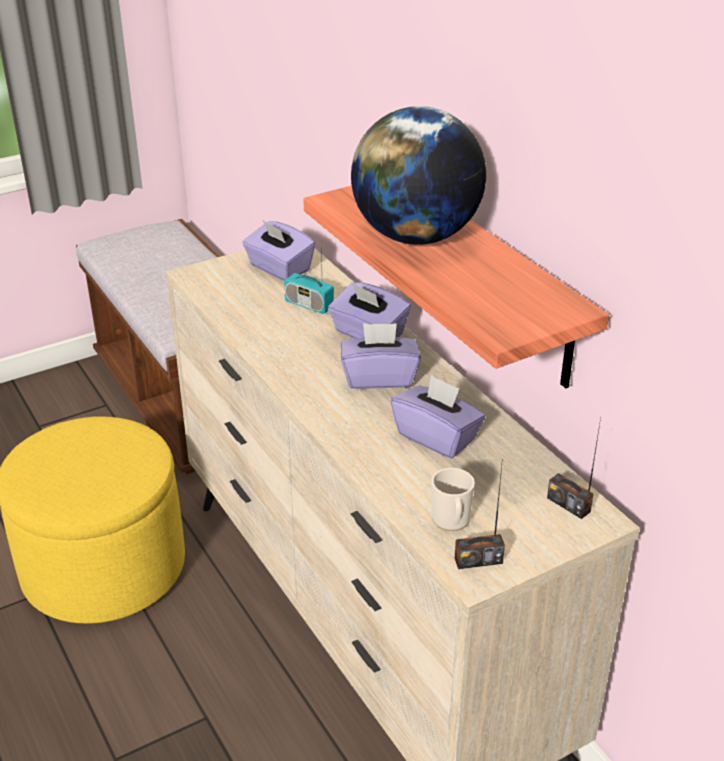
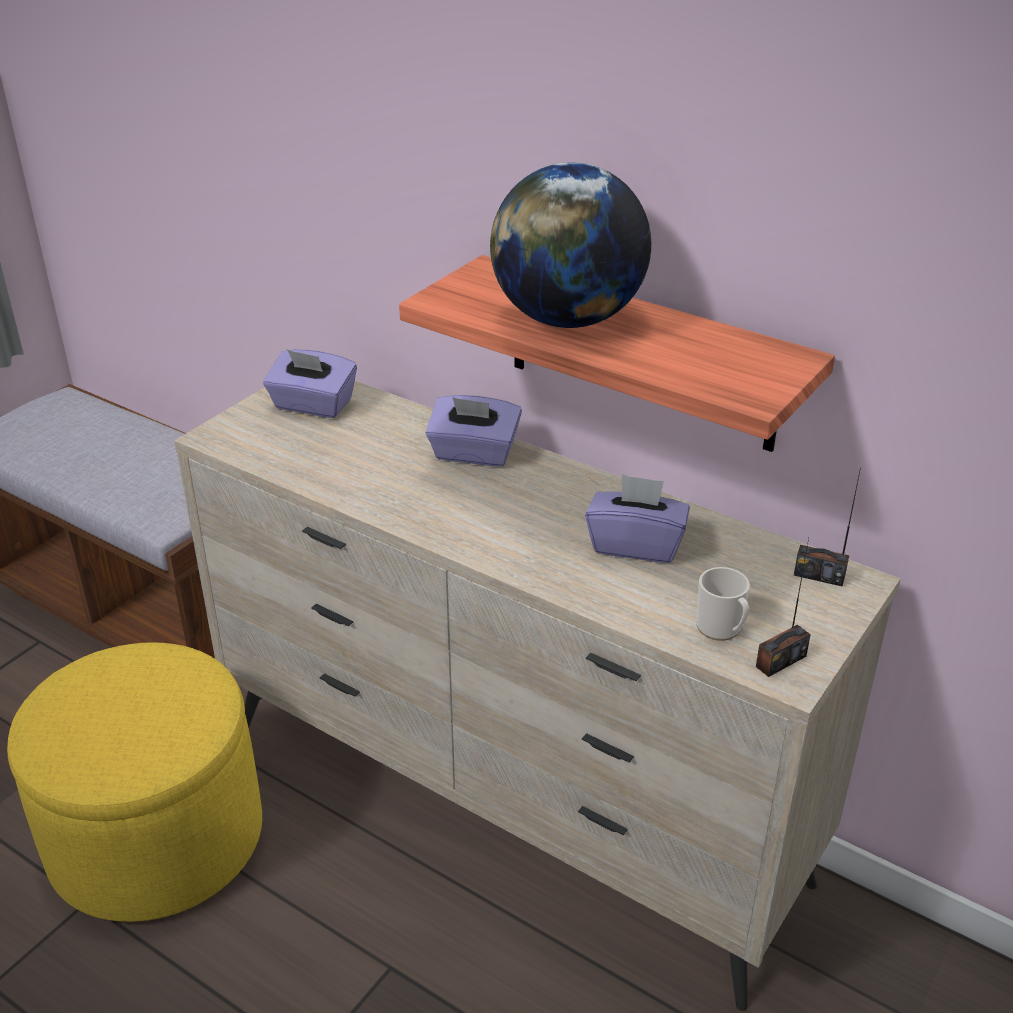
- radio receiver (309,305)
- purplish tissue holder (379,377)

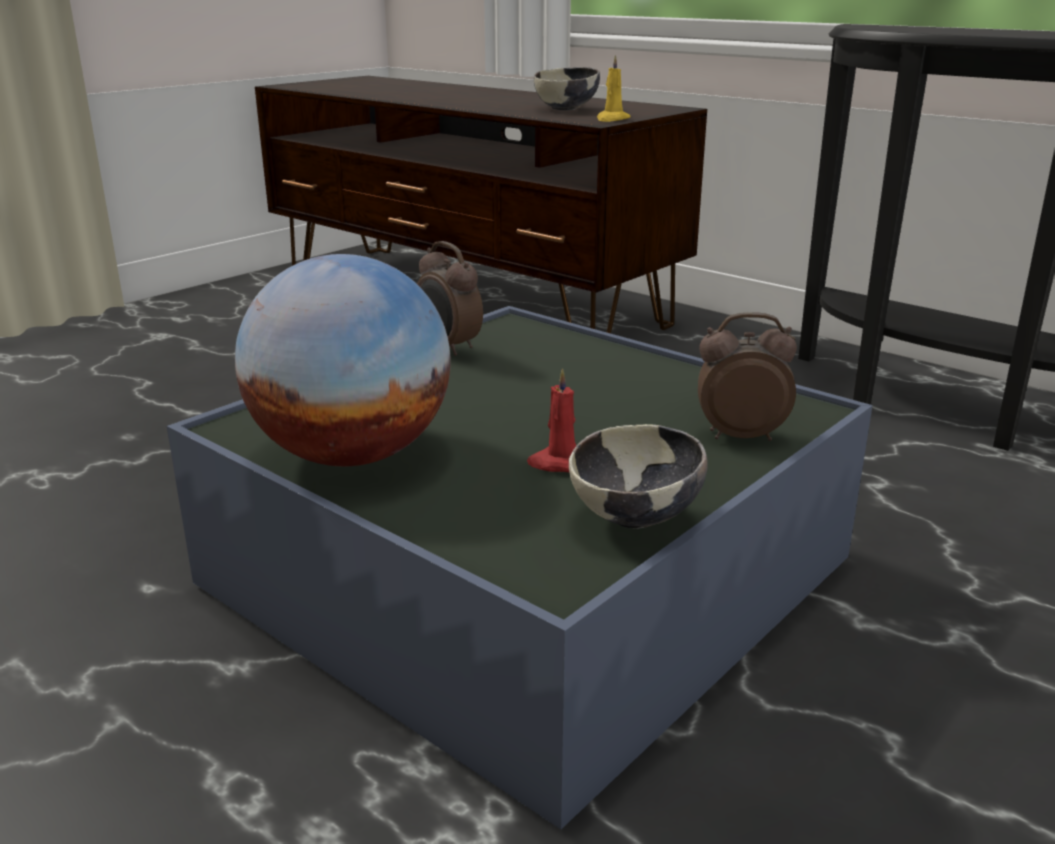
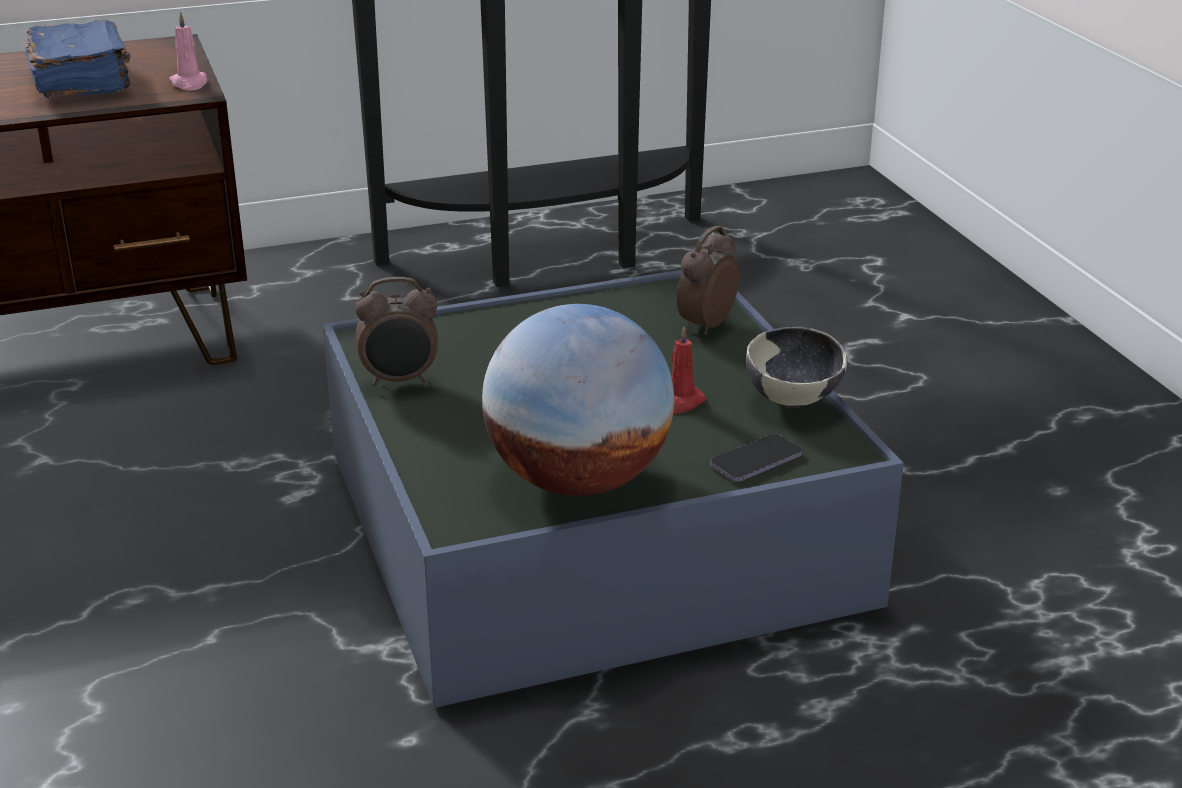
~ bowl (567,109) to blue bound book (83,82)
~ yellowish candle (612,119) to pink-coloured candle (190,84)
+ telephone (756,461)

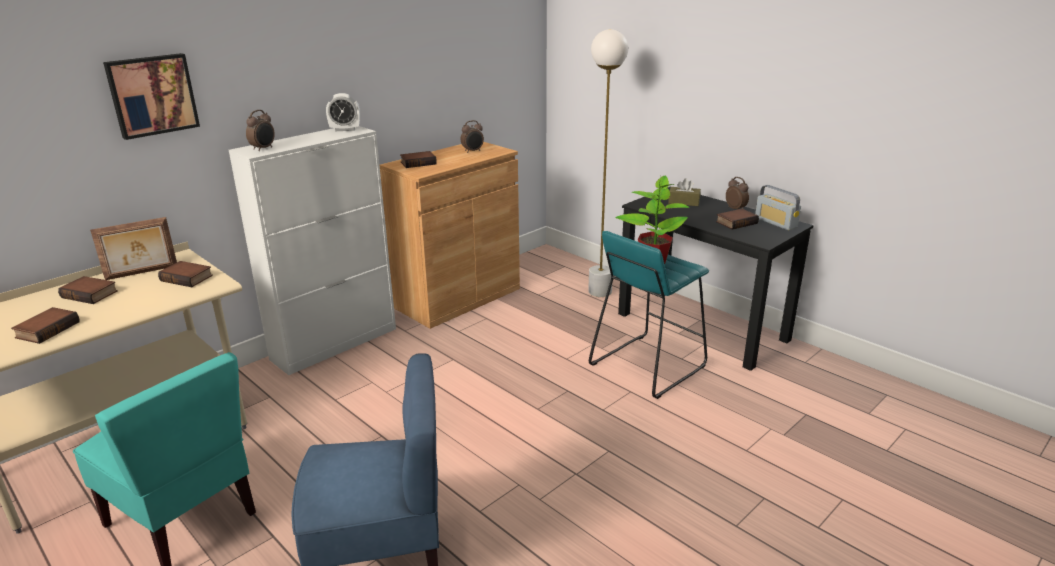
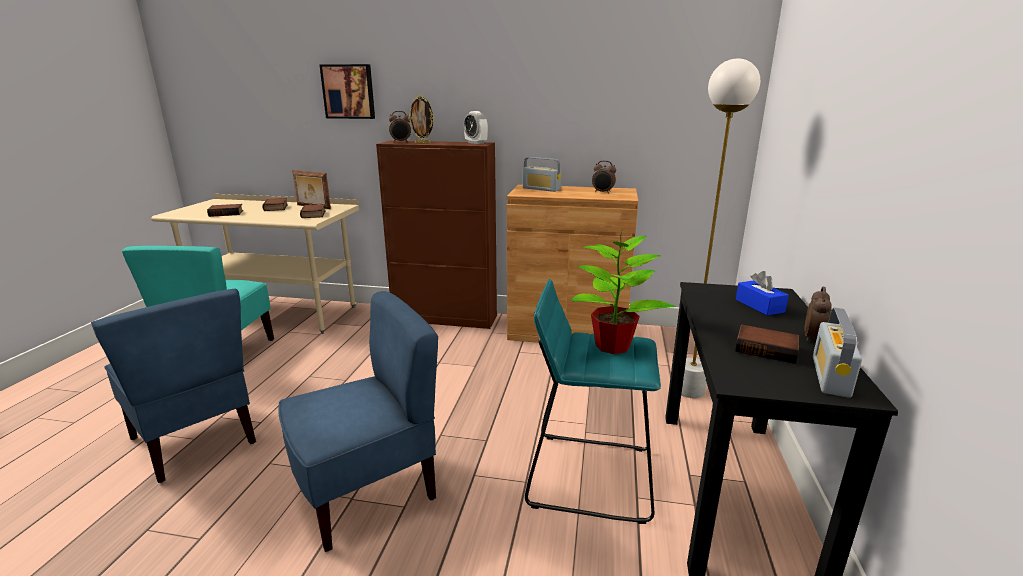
+ blue plain chair (367,490)
~ whitish storage cabinet (335,343) to brown-coloured storage cabinet (445,318)
+ picture frame (423,143)
~ bound book (418,163) to radio receiver (541,189)
~ brown-coloured tissue holder (683,202) to blue tissue holder (759,306)

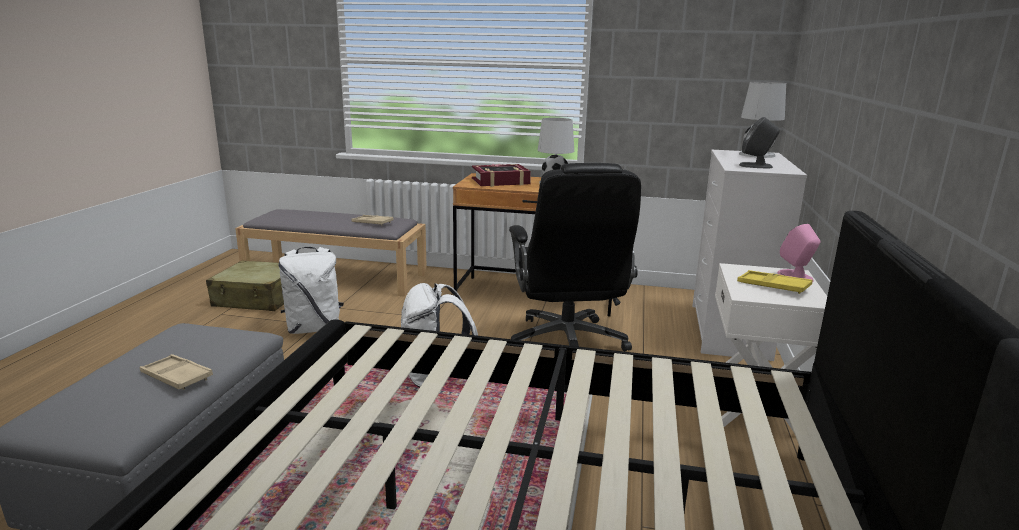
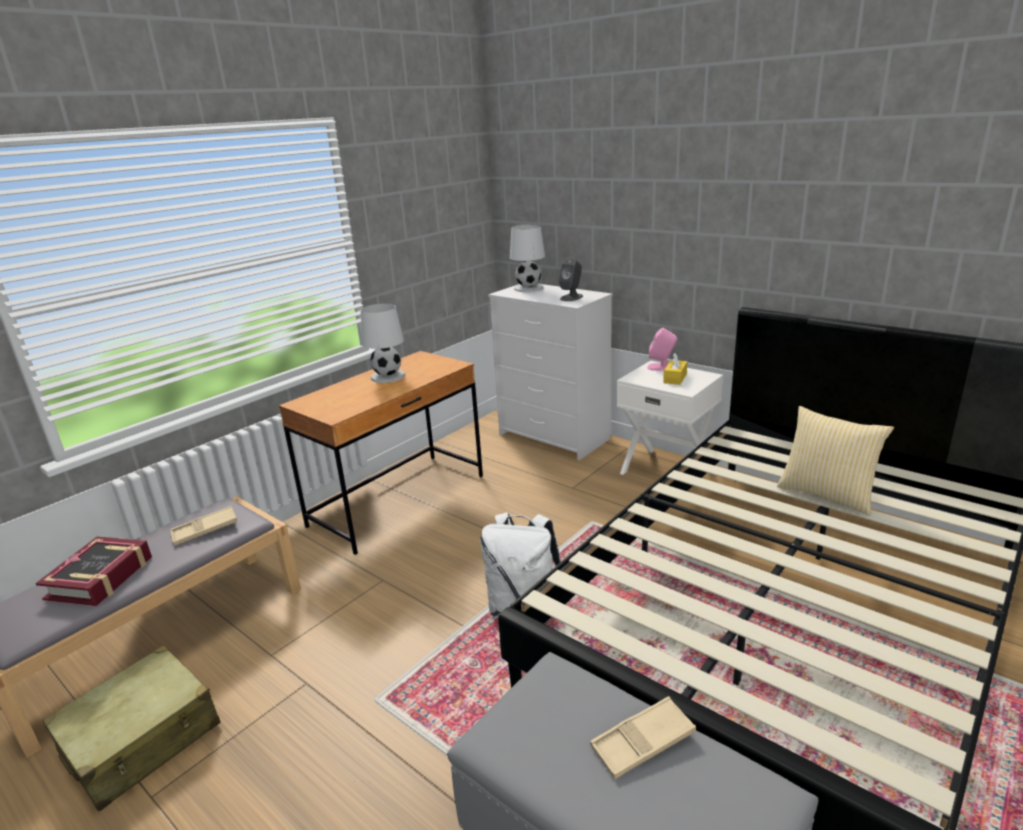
~ bound book (500,181) to (100,578)
~ yellowish serving tray (773,286) to yellowish tissue holder (675,378)
+ cushion (827,494)
- whitish backpack (314,328)
- black computer chair (567,343)

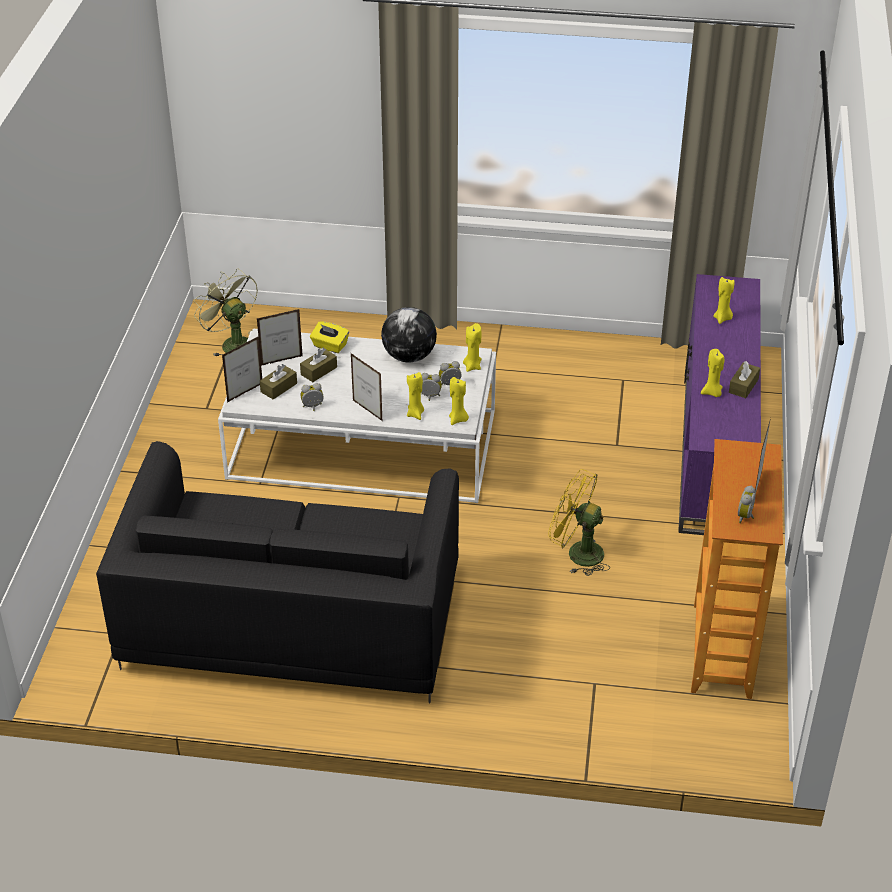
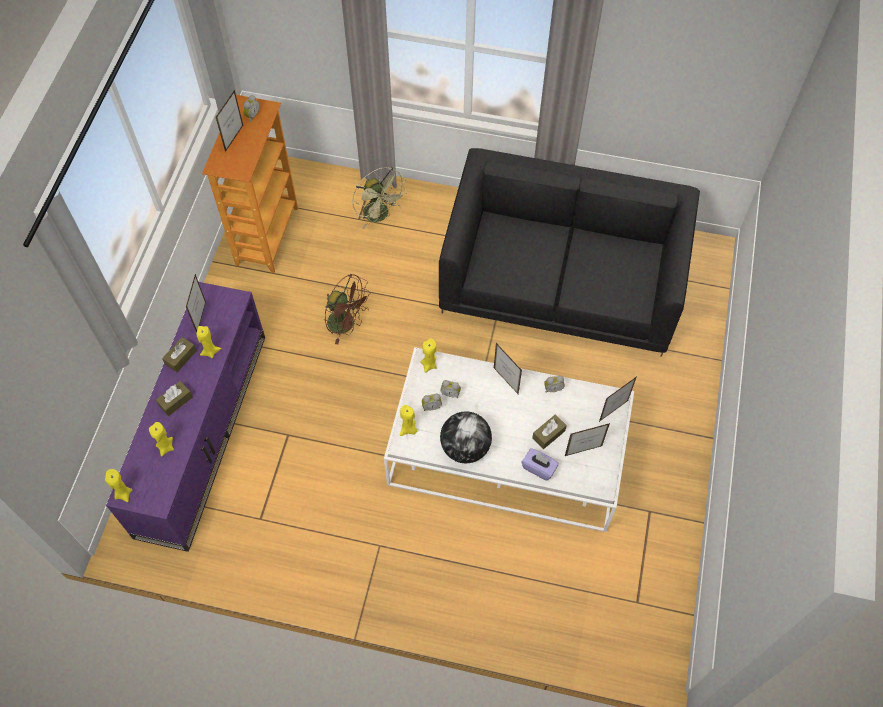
~ yellowish candle (415,414) to (123,493)
~ brown-coloured tissue holder (279,388) to (176,401)
+ picture frame (201,317)
~ yellowish cooling fan (577,553) to brown-coloured cooling fan (347,324)
~ green cooling fan (232,343) to (380,215)
~ yellowish tissue holder (329,346) to purplish tissue holder (539,468)

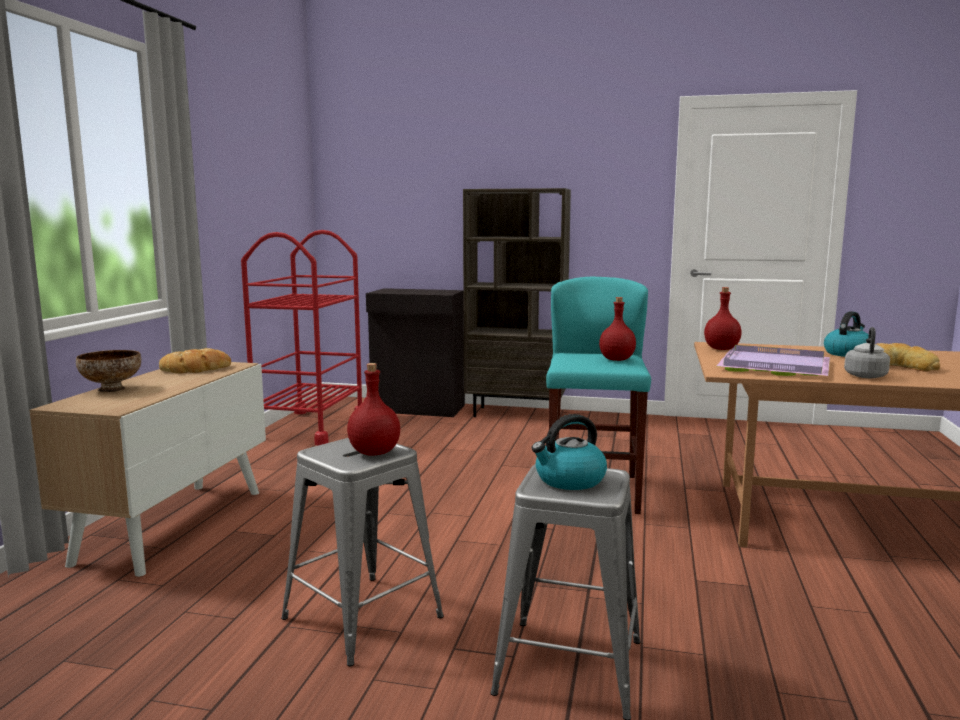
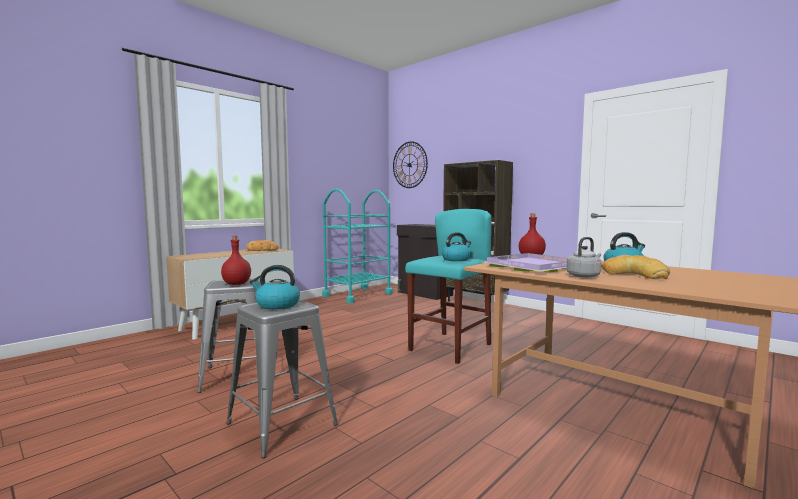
~ red-coloured trolley (310,427) to blue-green trolley (357,295)
+ clock on the wall (409,165)
~ red-coloured drink bottle (616,359) to water kettle (456,259)
- bowl (111,389)

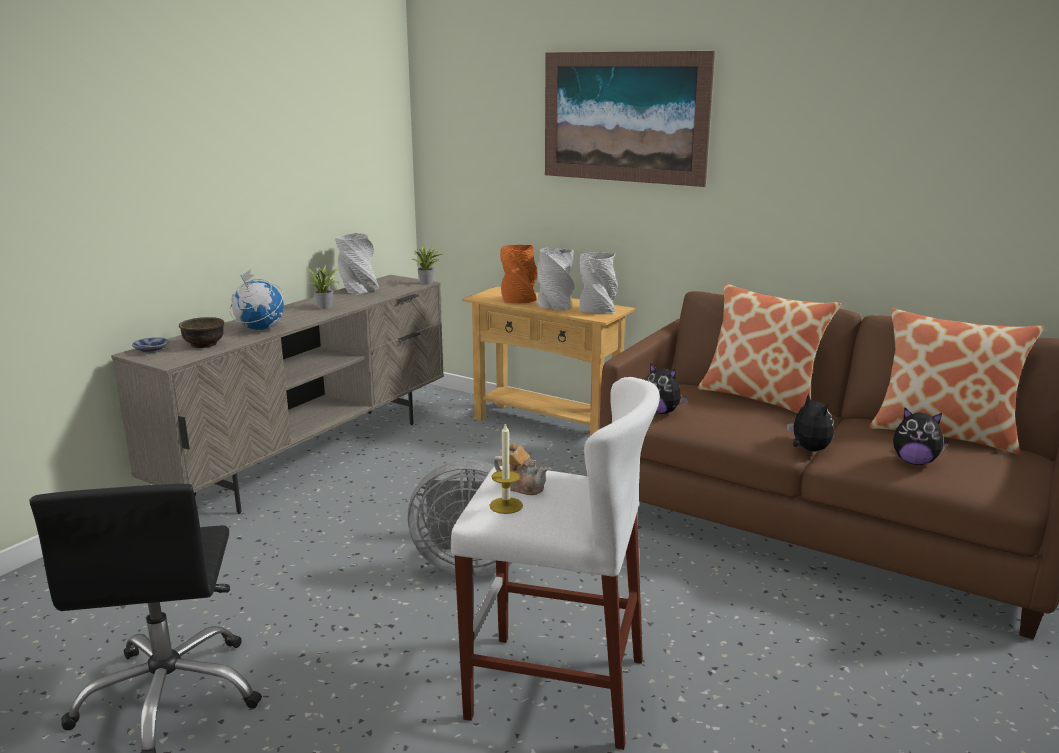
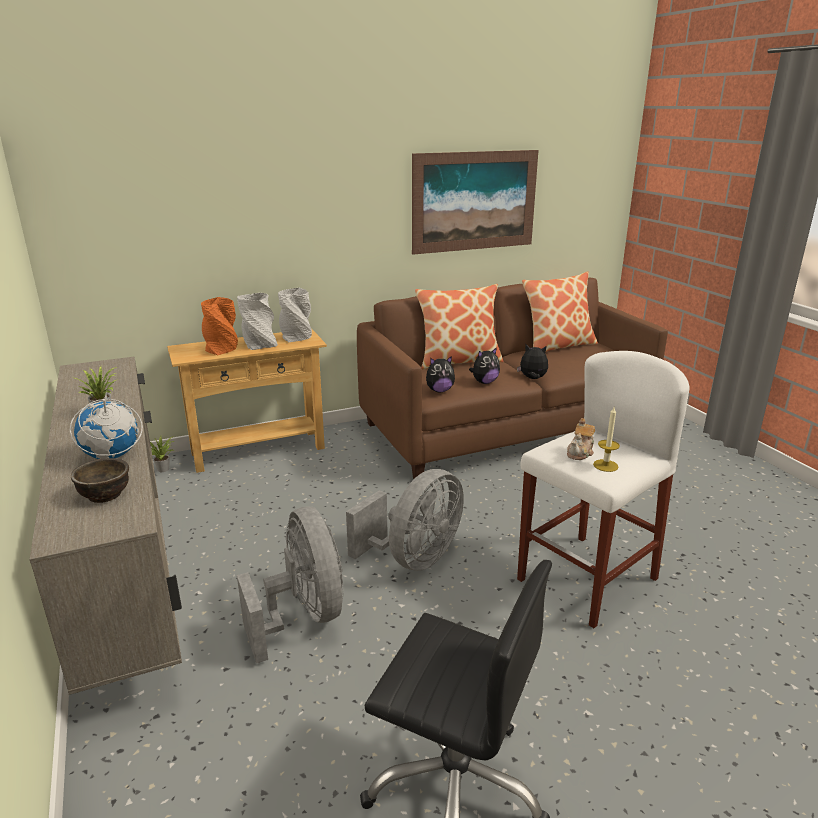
~ potted plant (428,283) to (165,469)
+ greyish cooling fan (304,616)
~ wall art (624,117) to (474,201)
~ cuddly toy (914,462) to (484,382)
~ teapot (521,486) = (580,453) 150 degrees clockwise
- bowl (152,350)
- greyish vase (358,290)

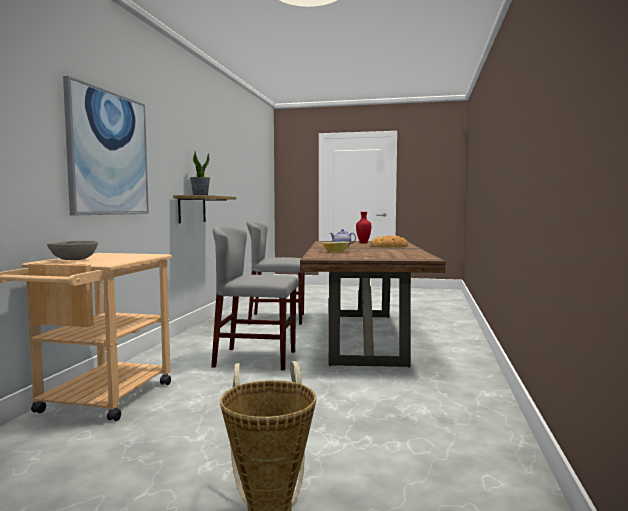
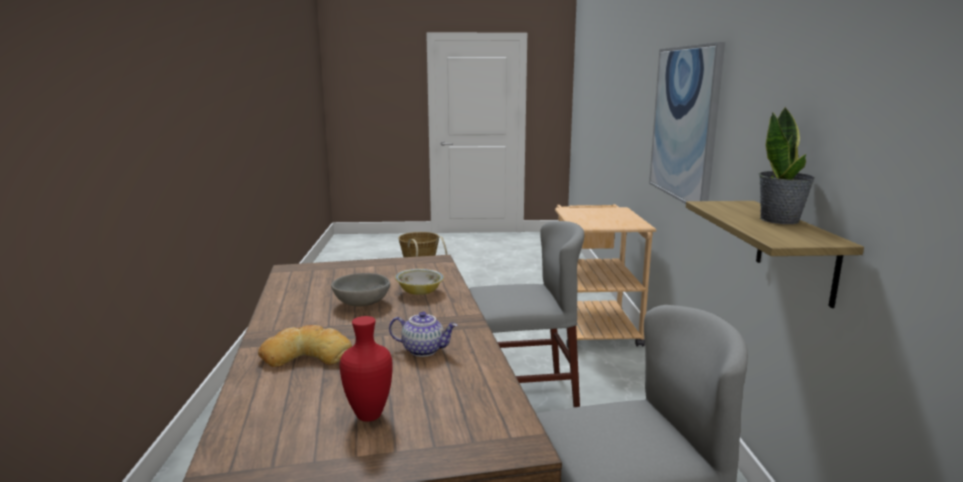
~ greyish bowl (73,260) to (362,303)

